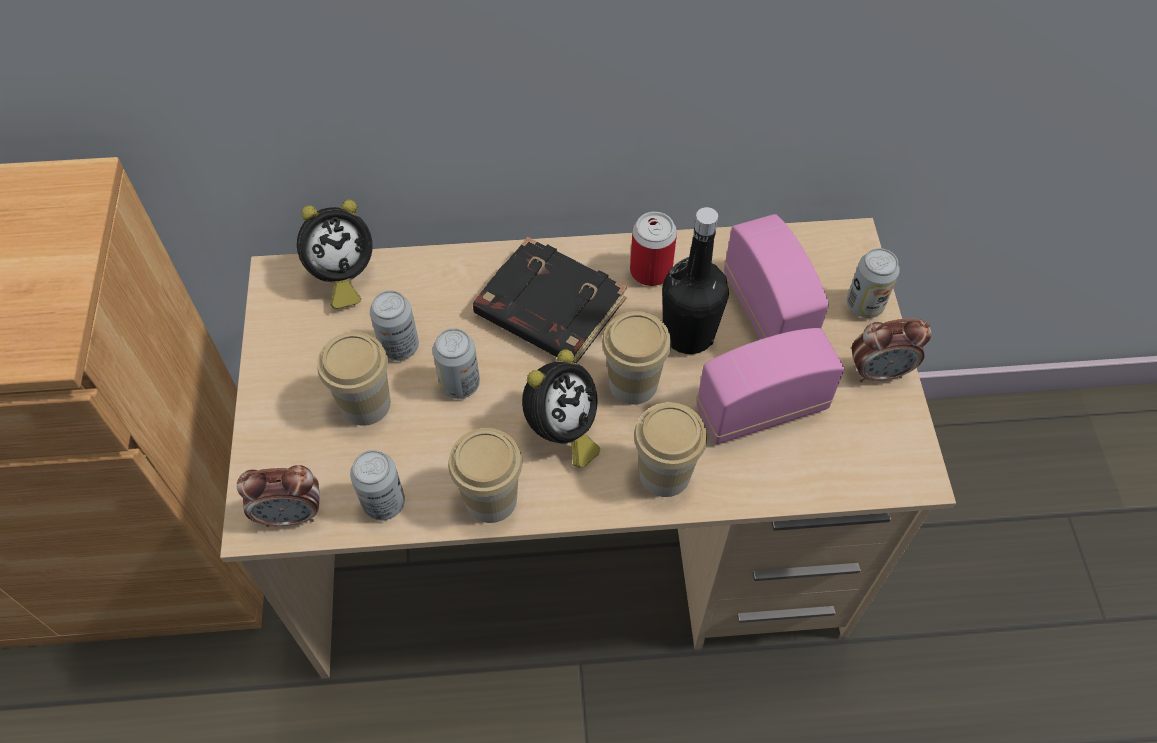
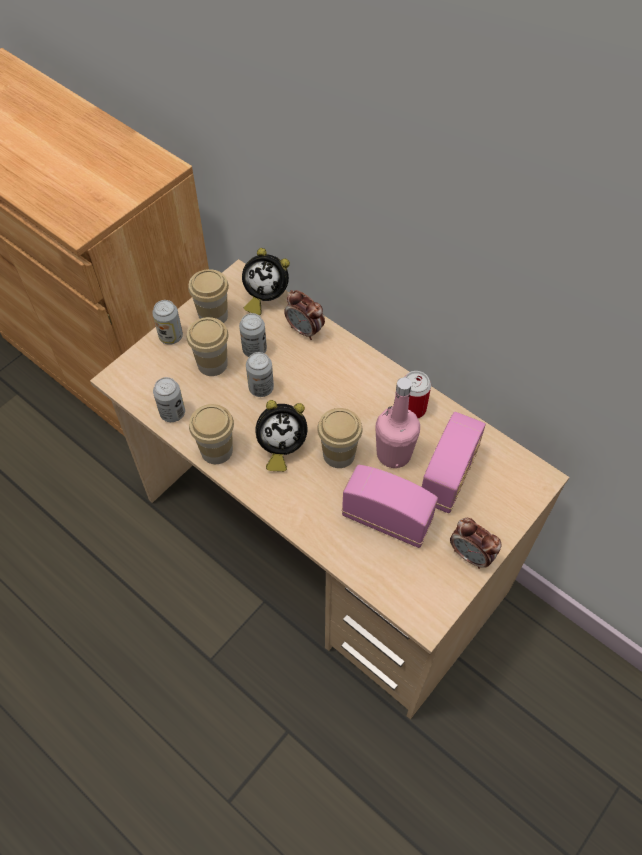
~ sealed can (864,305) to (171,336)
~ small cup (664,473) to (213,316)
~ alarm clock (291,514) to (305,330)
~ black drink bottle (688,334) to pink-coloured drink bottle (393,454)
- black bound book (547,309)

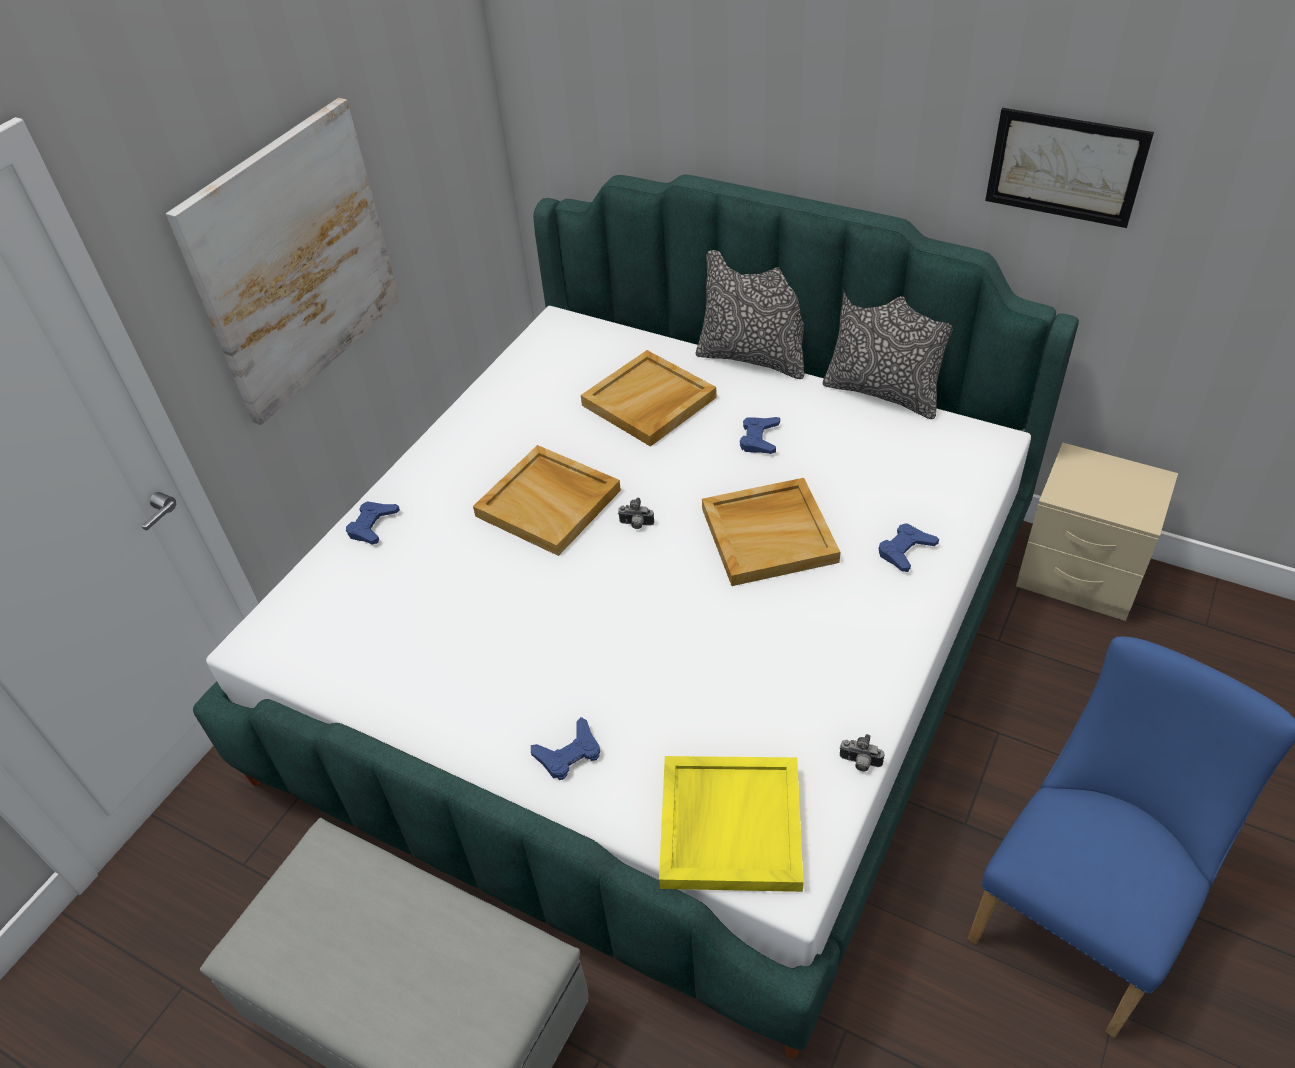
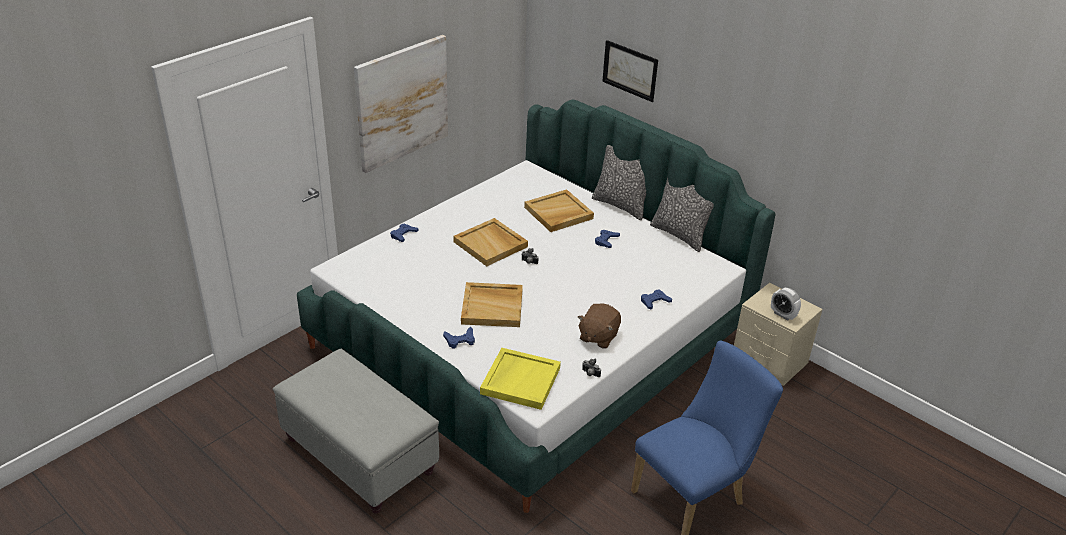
~ beige serving tray (769,534) to (493,307)
+ brown-coloured cuddly toy (598,337)
~ wall art (1065,167) to (630,70)
+ alarm clock (783,315)

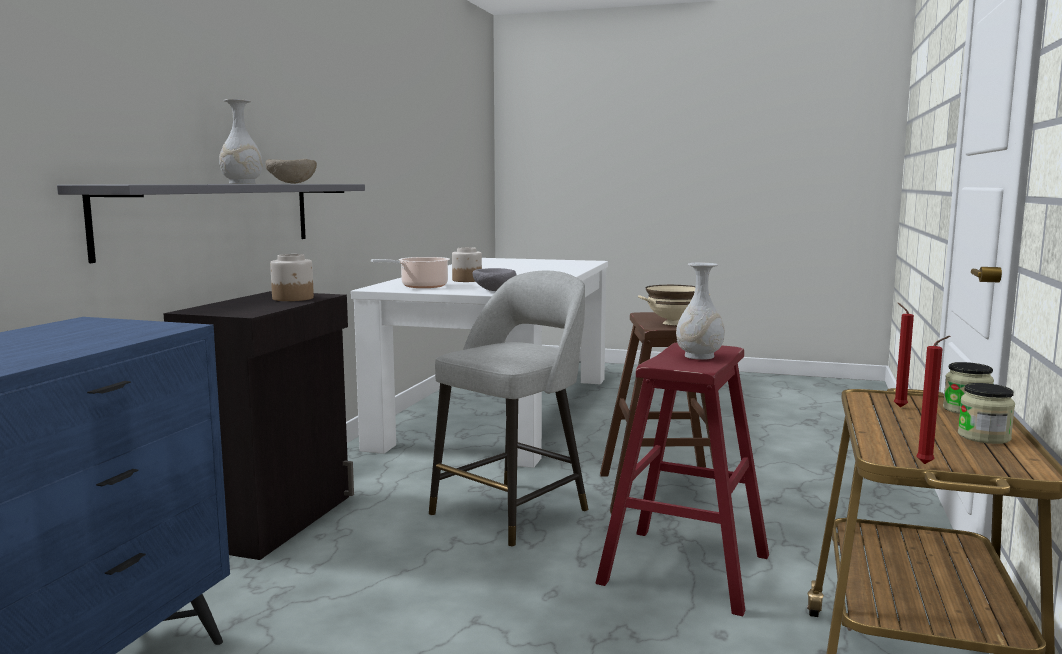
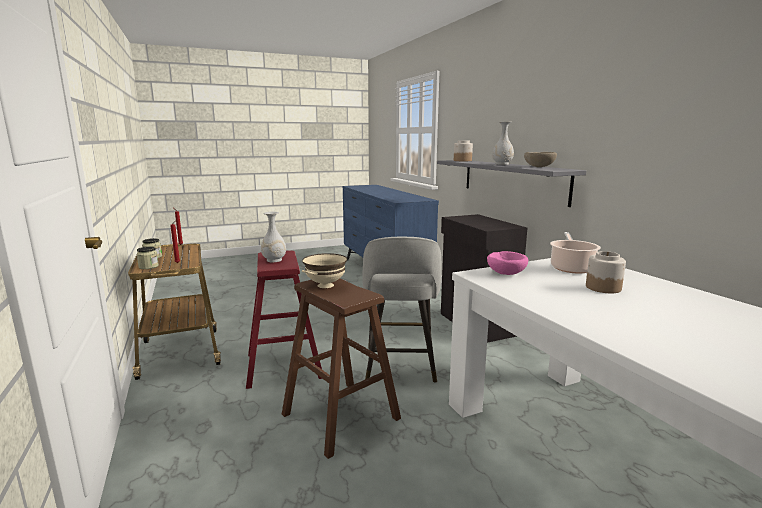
~ preserve jar (293,298) to (462,161)
~ greyish bowl (494,291) to pink-coloured bowl (505,273)

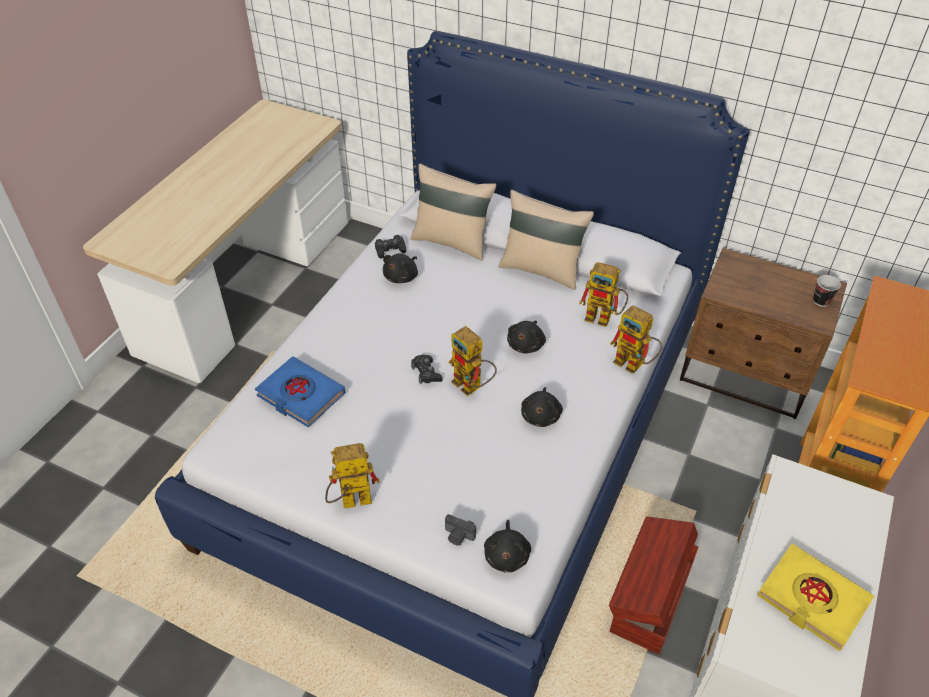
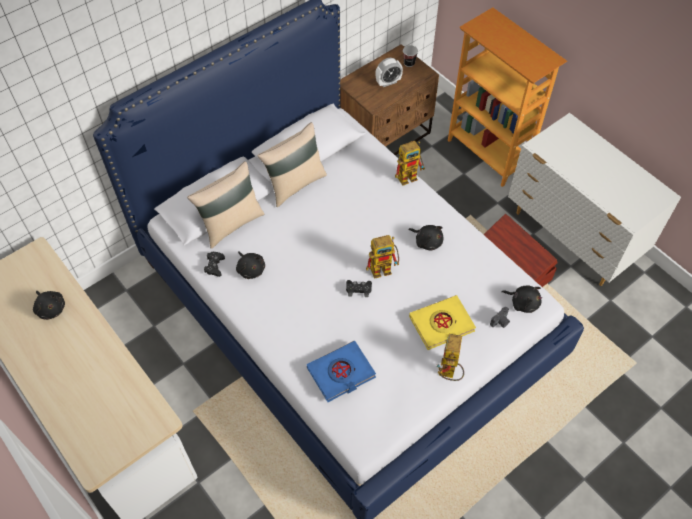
~ black cuddly toy (526,344) to (51,308)
+ alarm clock (388,82)
~ yellowish bound book (812,599) to (441,325)
- robot figure (604,318)

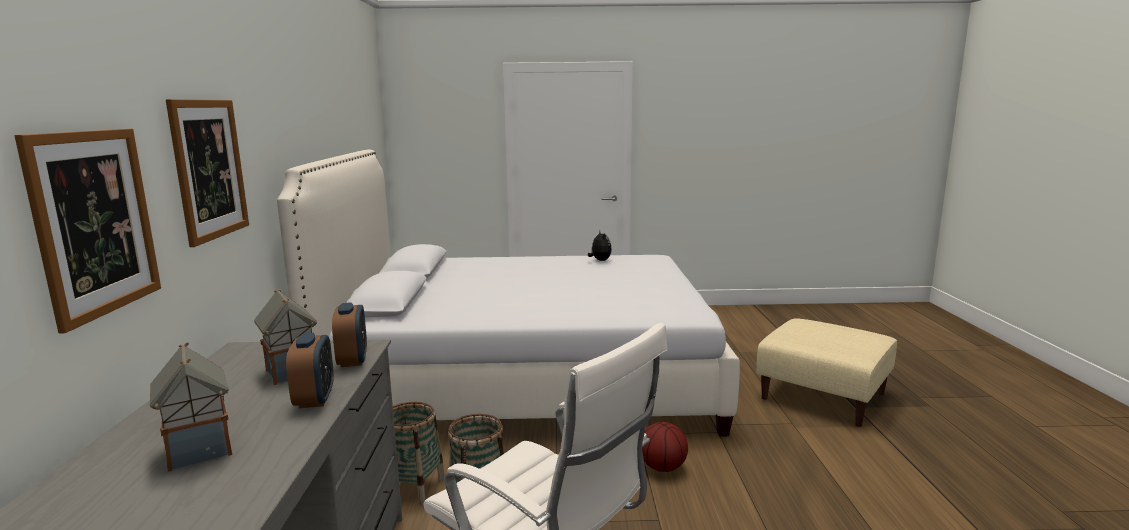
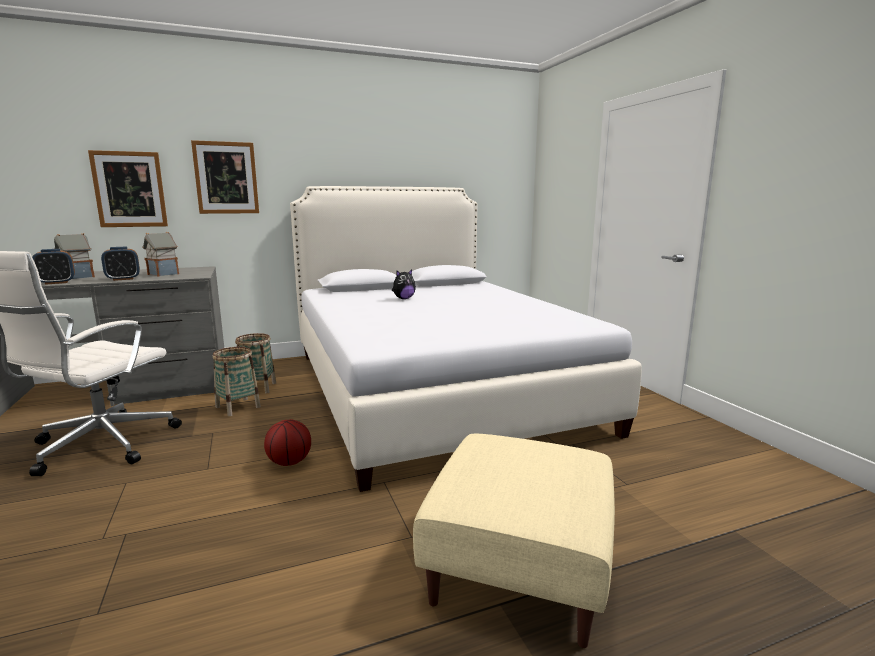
~ alarm clock (353,360) to (56,283)
~ cuddly toy (600,260) to (403,299)

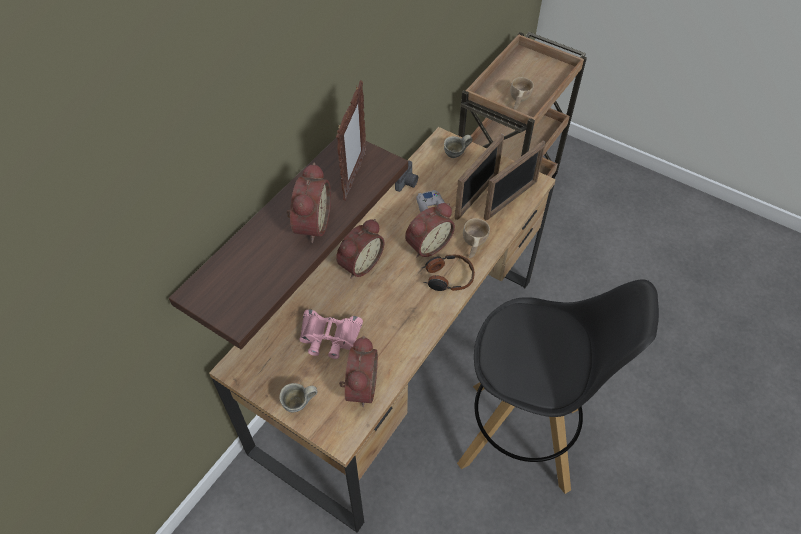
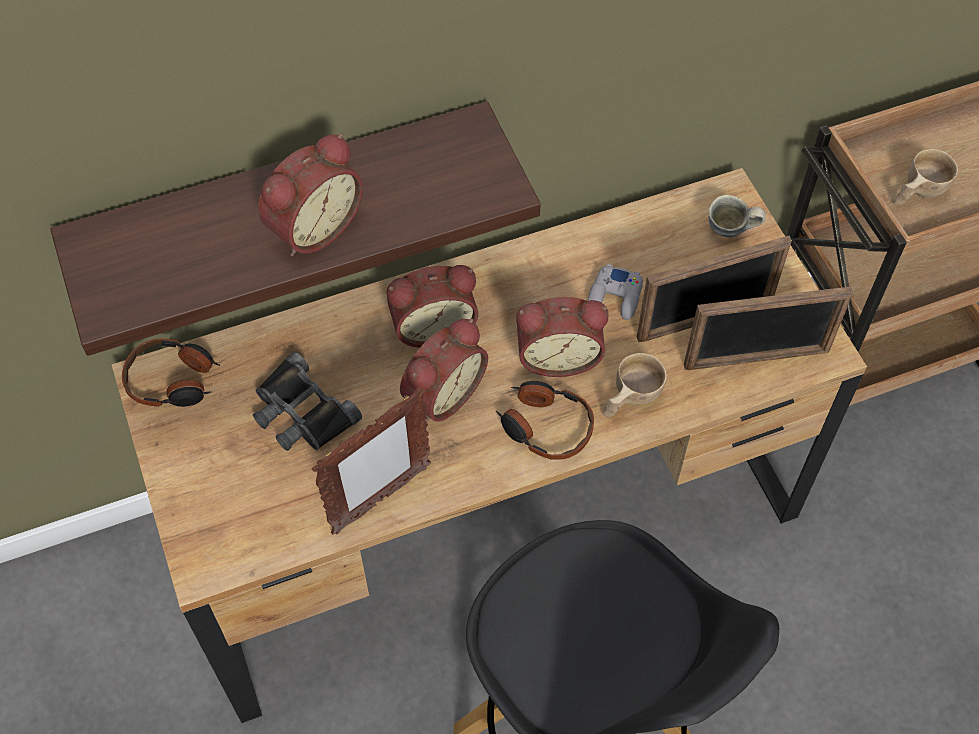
+ headphones (173,381)
~ pink-coloured pair of binoculars (329,337) to black pair of binoculars (301,413)
~ picture frame (354,176) to (380,500)
~ alarm clock (359,387) to (441,393)
- greyish mug (299,405)
- still camera (407,183)

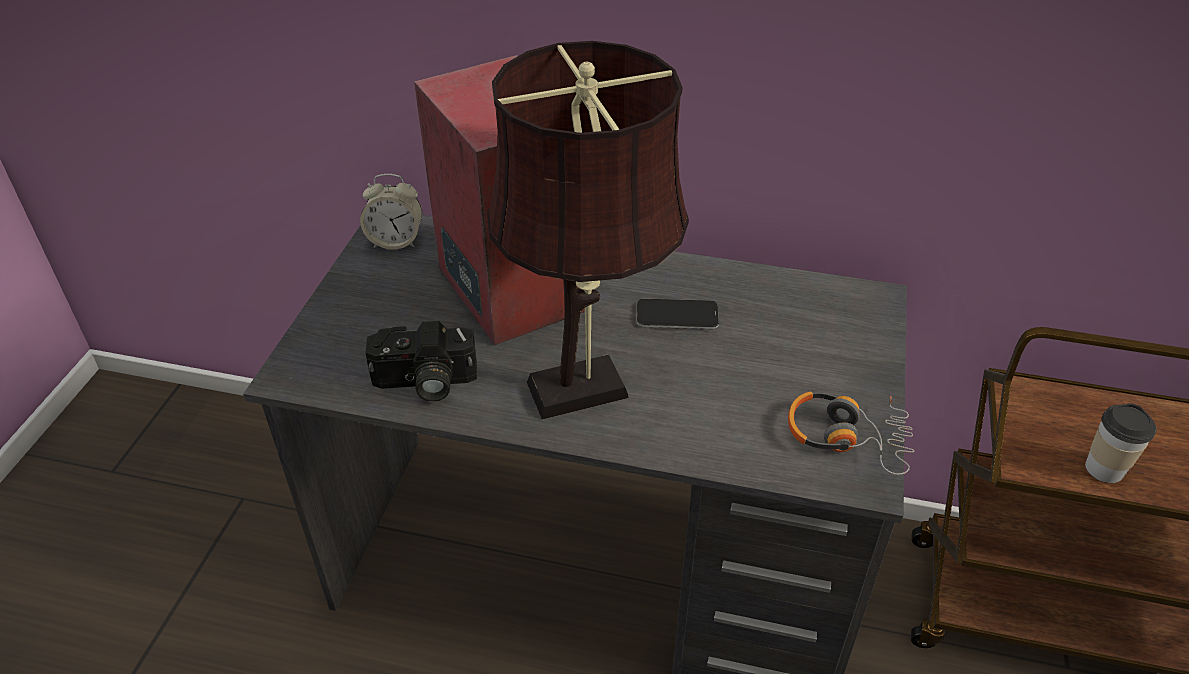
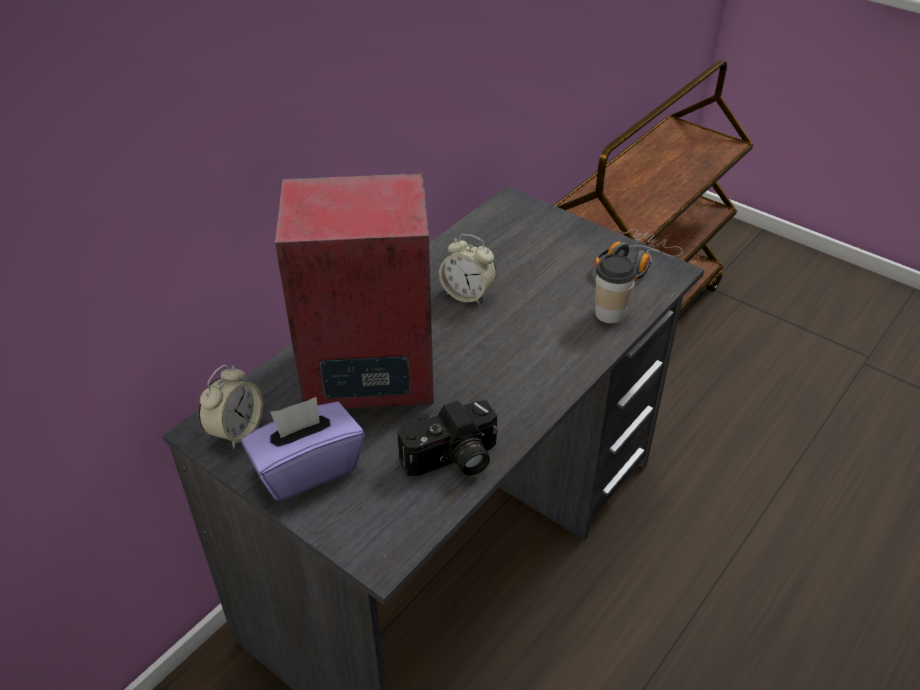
+ purplish tissue holder (307,468)
~ still camera (424,383) = (452,460) 45 degrees clockwise
~ telephone (677,316) to alarm clock (467,294)
~ small cup (1104,469) to (610,313)
- brown-coloured tabletop lamp (587,388)

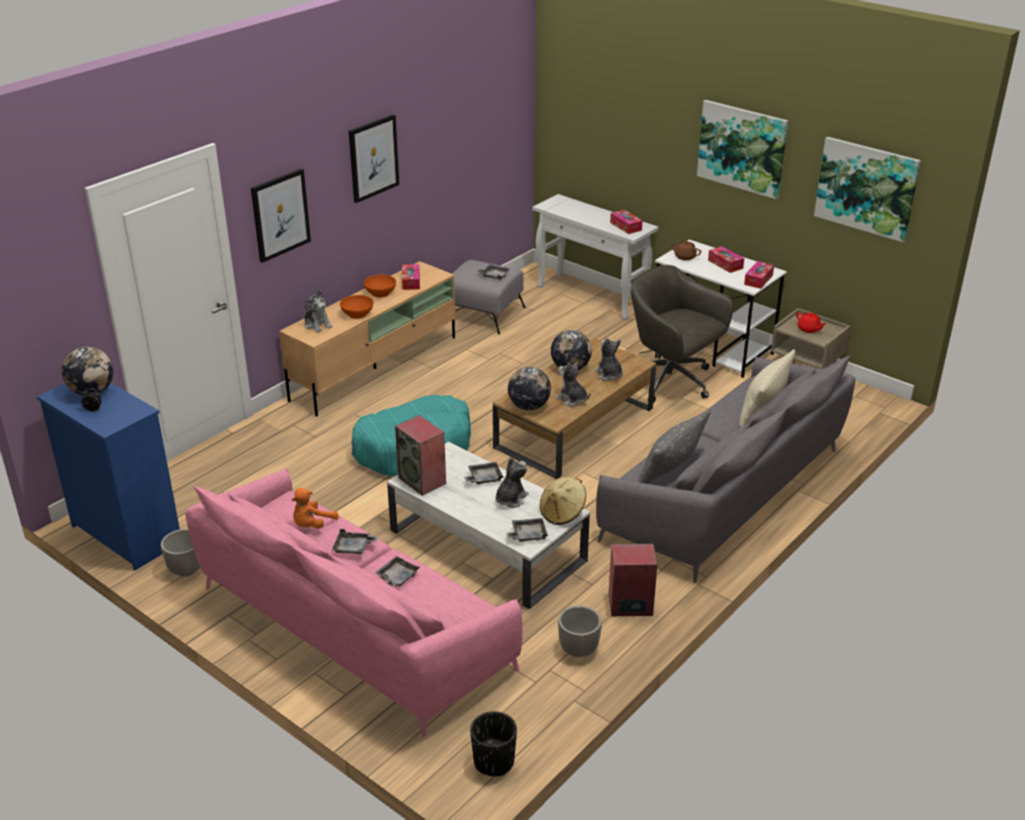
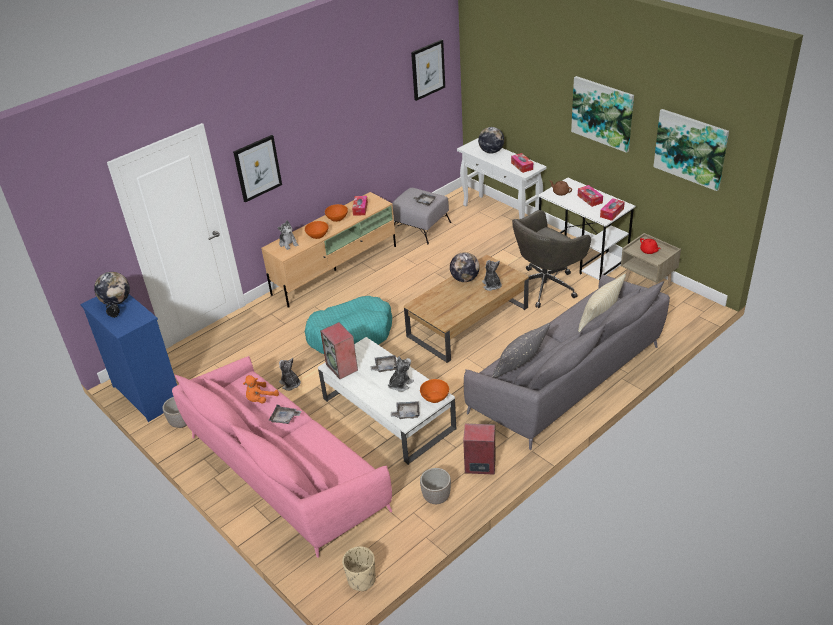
~ cuddly toy (572,399) to (290,384)
~ black planter (494,761) to beige planter (361,579)
~ wall art (373,158) to (427,70)
~ beige clothing hat (562,513) to orange-coloured bowl (435,397)
~ desk globe (529,406) to (491,151)
~ greyish computer chair (671,382) = (546,286) 90 degrees counterclockwise
- greyish serving tray (397,578)

